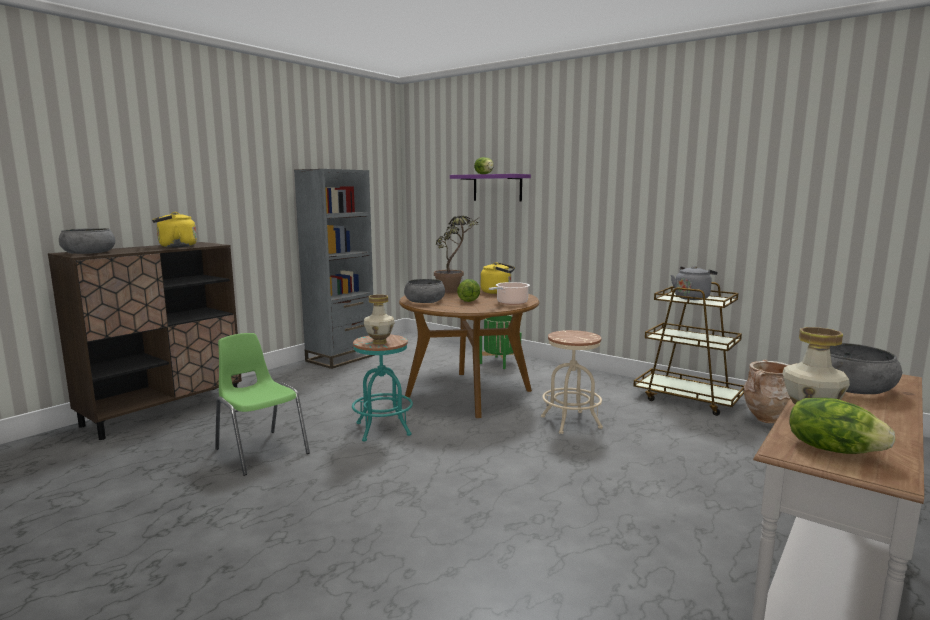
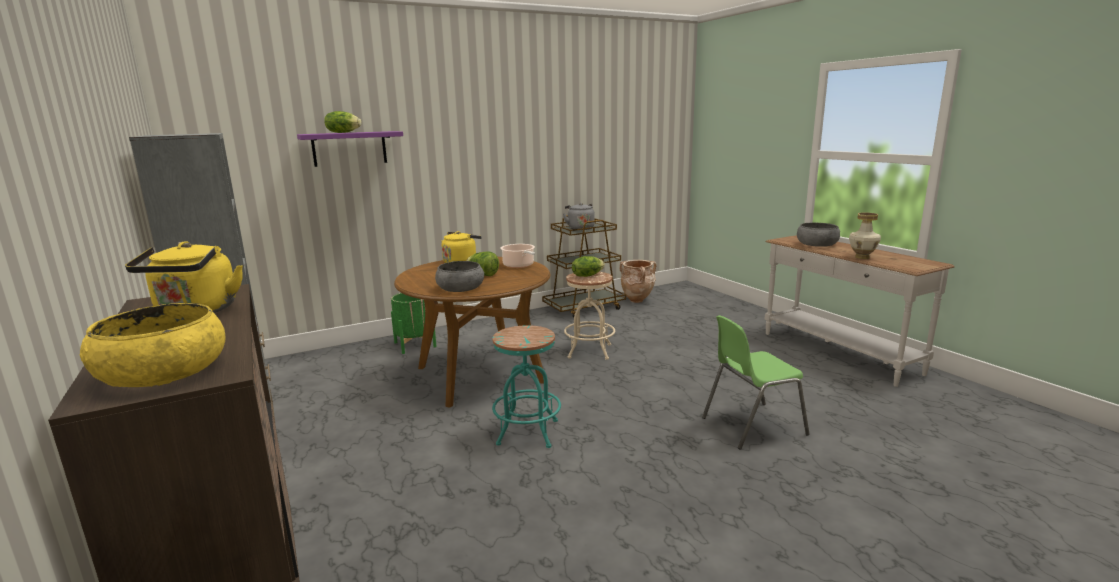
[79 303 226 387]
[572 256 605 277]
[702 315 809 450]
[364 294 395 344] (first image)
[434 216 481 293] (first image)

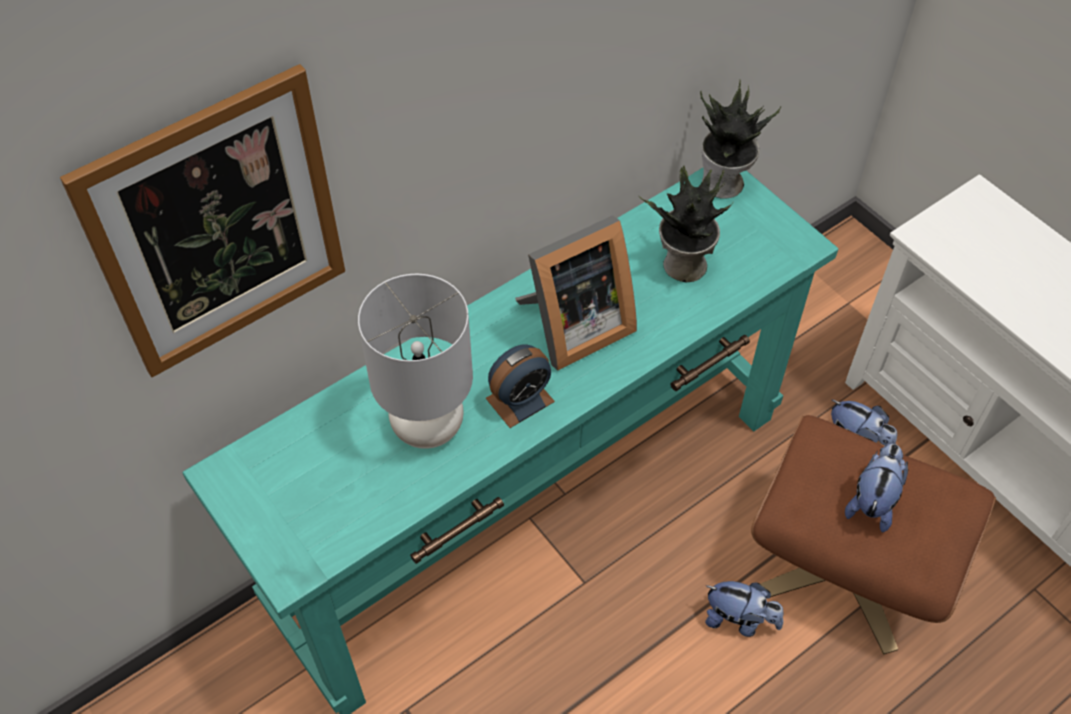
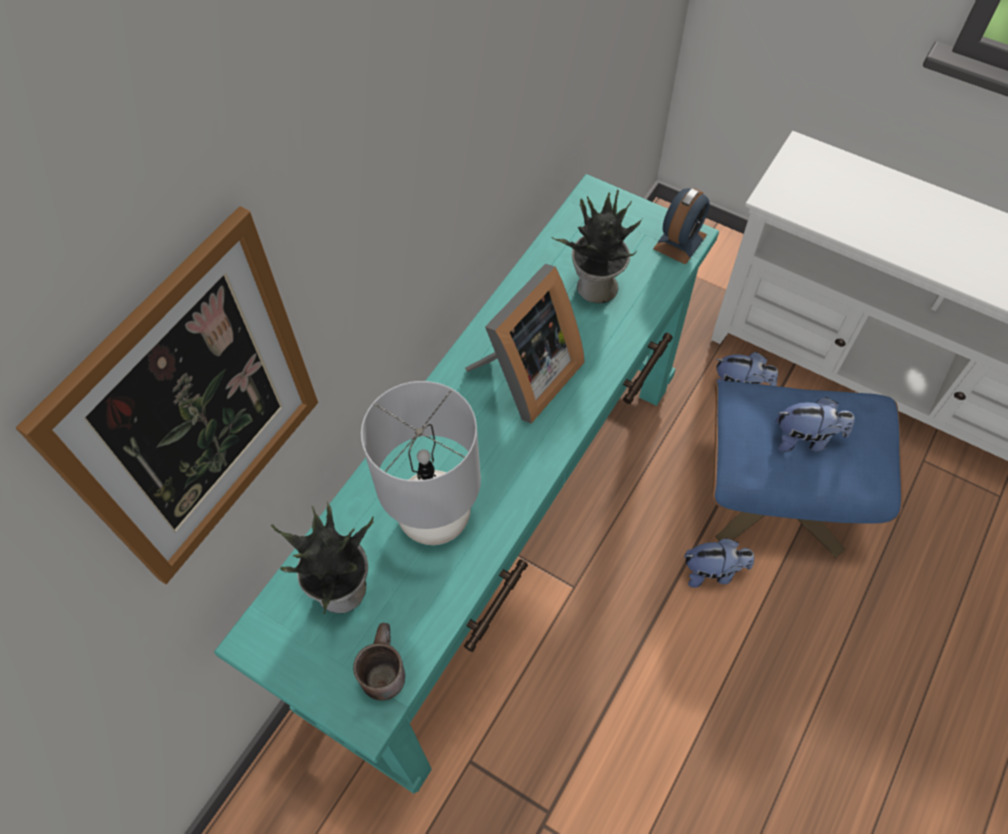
[271 500 374 614]
[353 623 405 701]
[653 188 710 265]
[712 381 903 558]
[775 397 855 452]

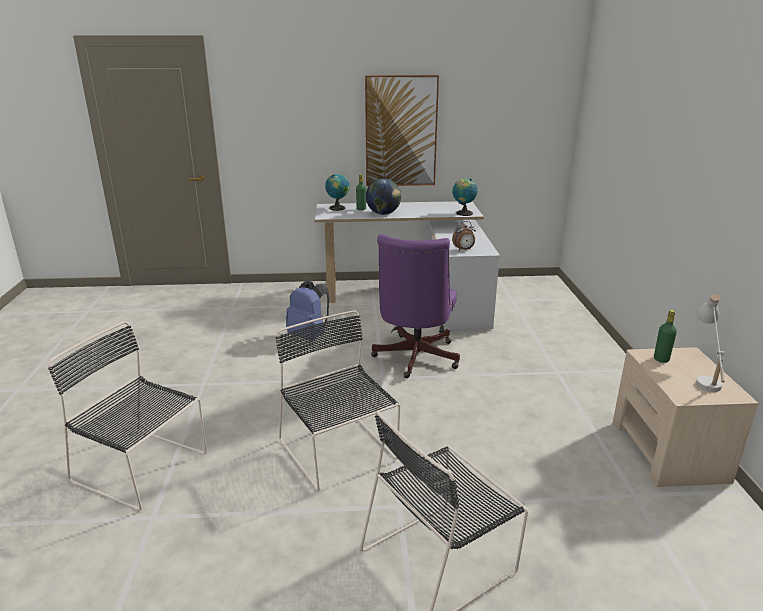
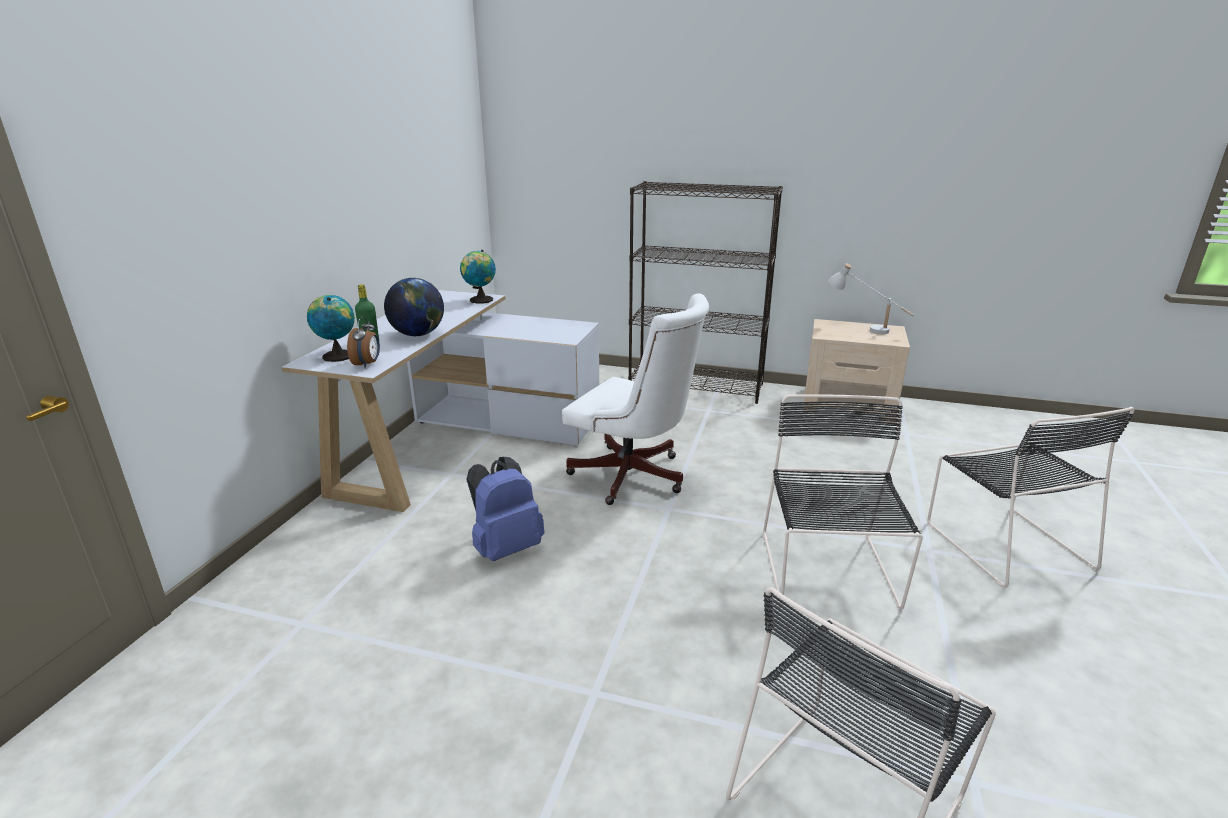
[347 316 380 368]
[562 293 709 505]
[628 181 783 404]
[763 394 923 610]
[365 75 439 186] (first image)
[654 310 677 363] (first image)

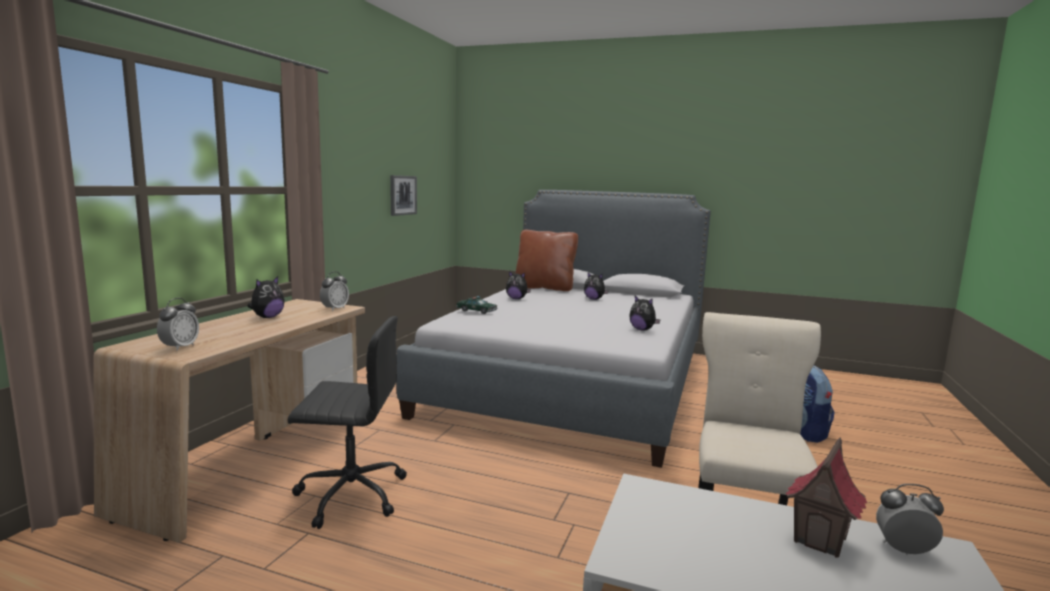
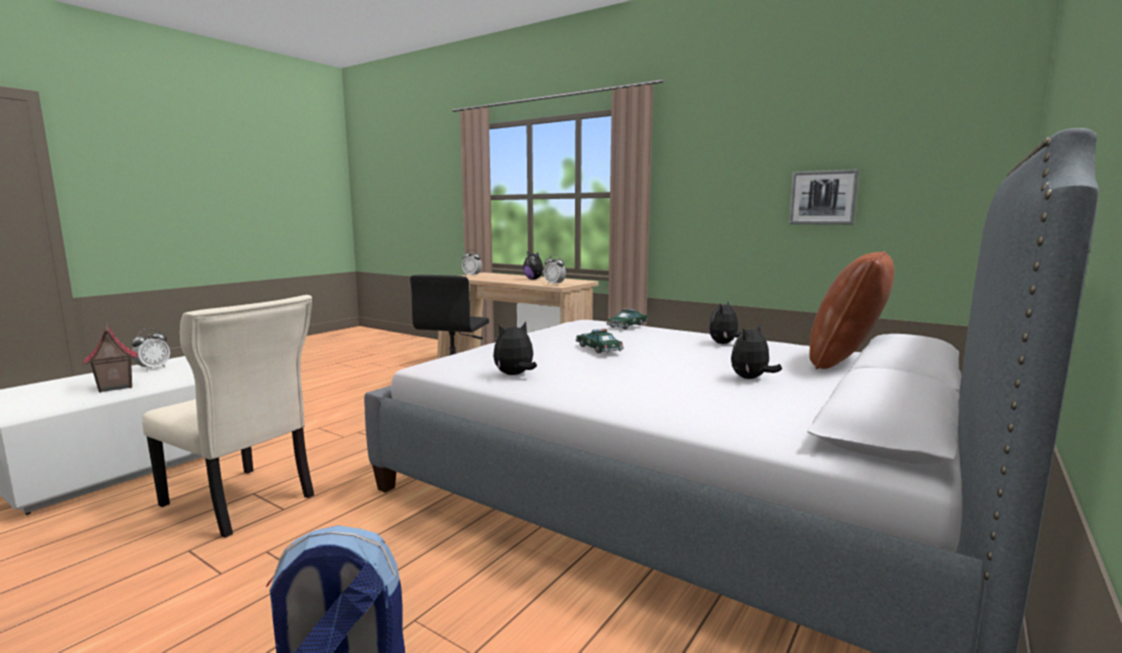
[132 328 170 371]
[575 329 624 353]

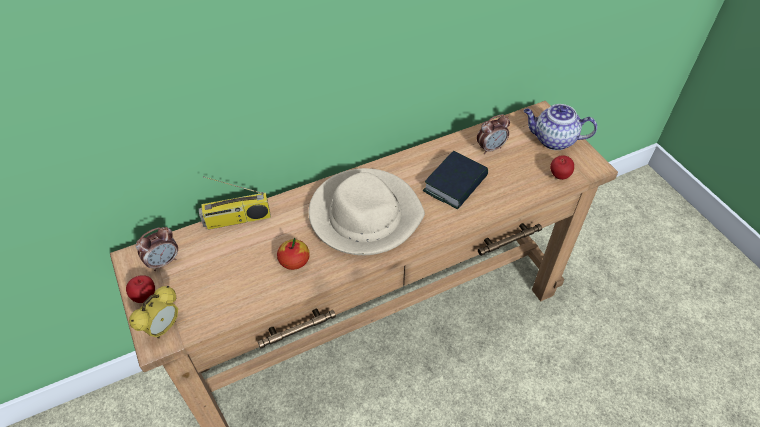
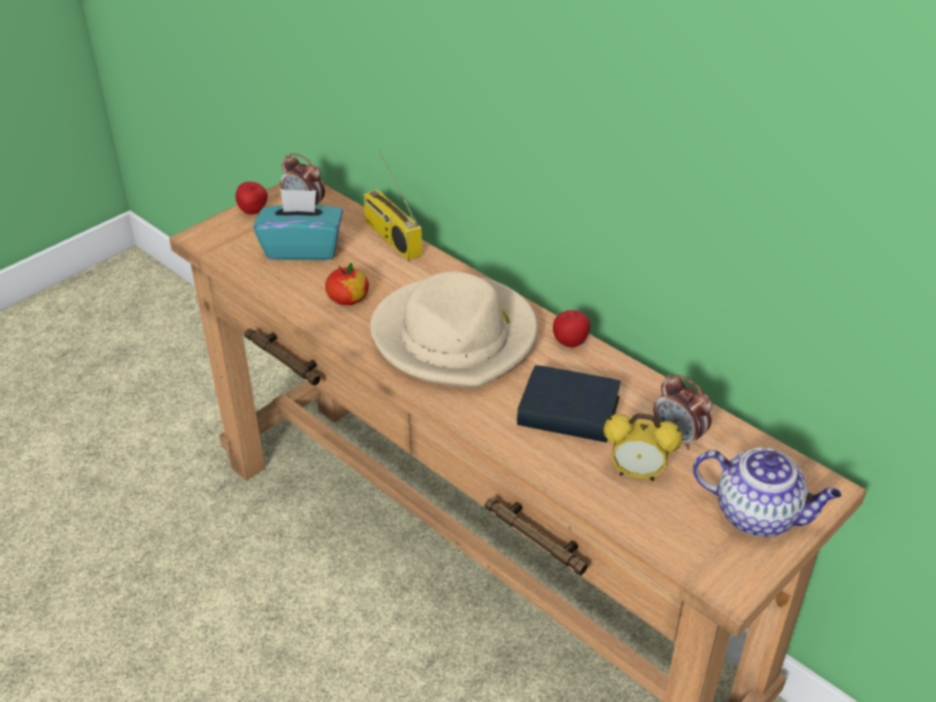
[253 189 343 260]
[553 310 590 348]
[604 414 682 481]
[693 448 841 537]

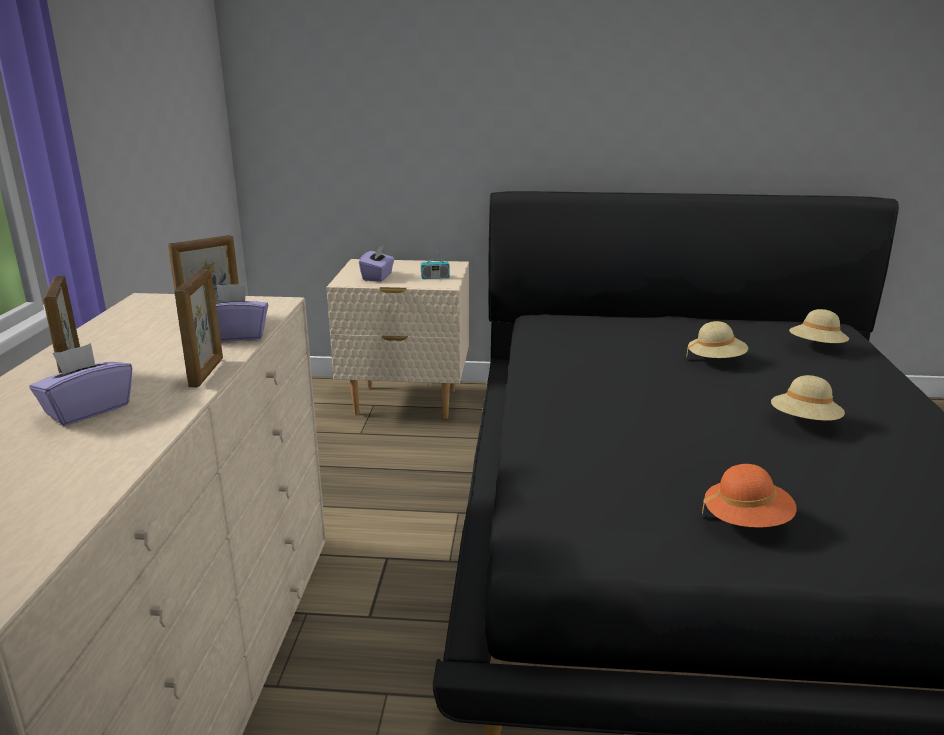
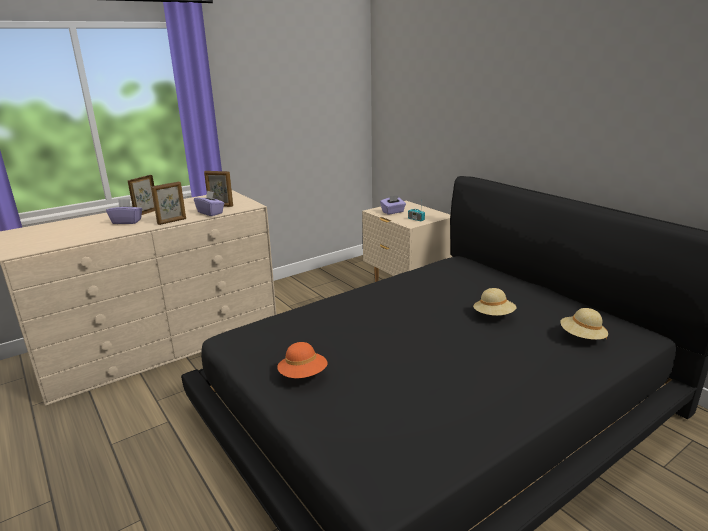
[771 375 845 421] (first image)

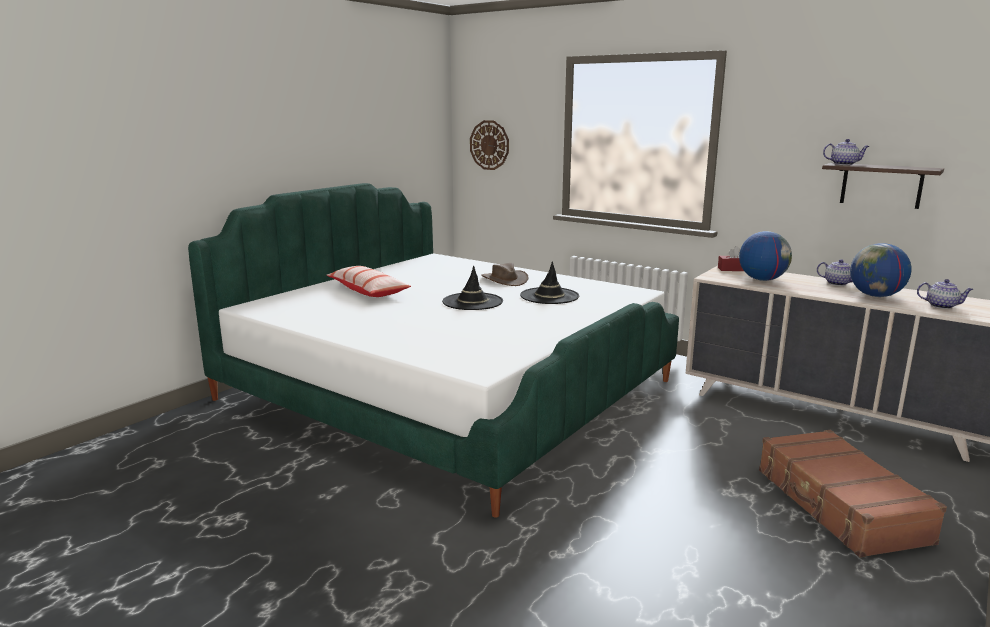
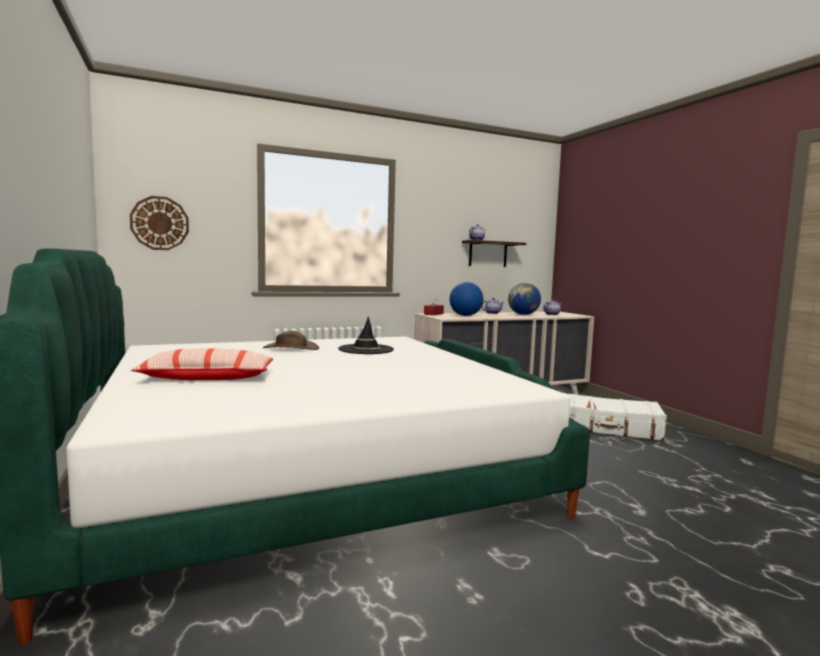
[565 393 667 441]
[442 265 503 310] (first image)

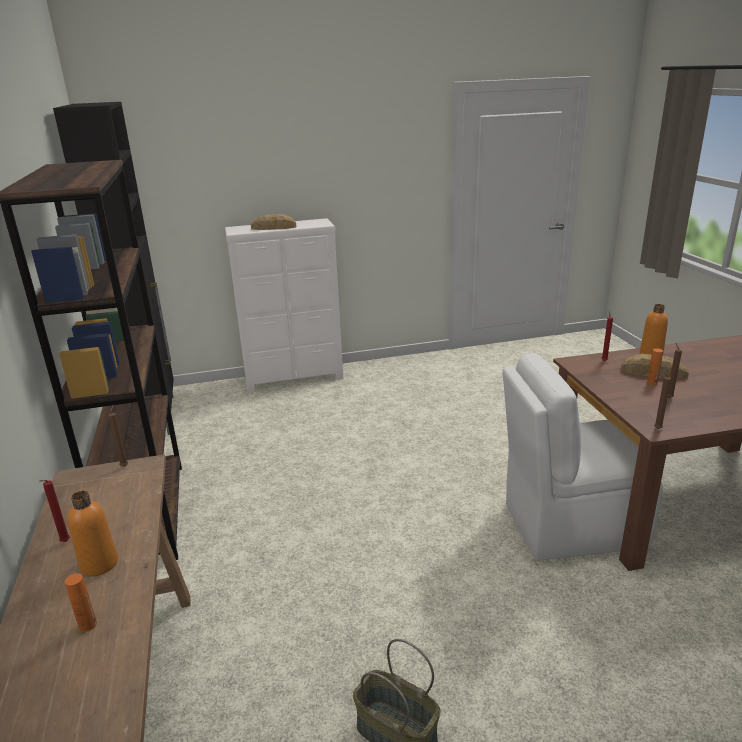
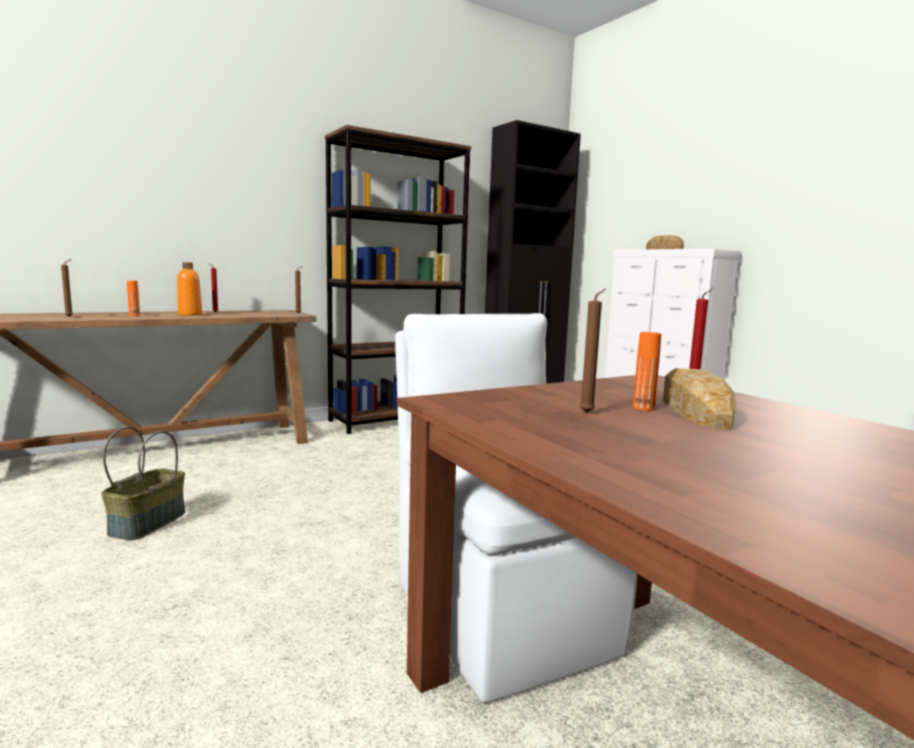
[61 259 73 317]
[640 304 668 355] (first image)

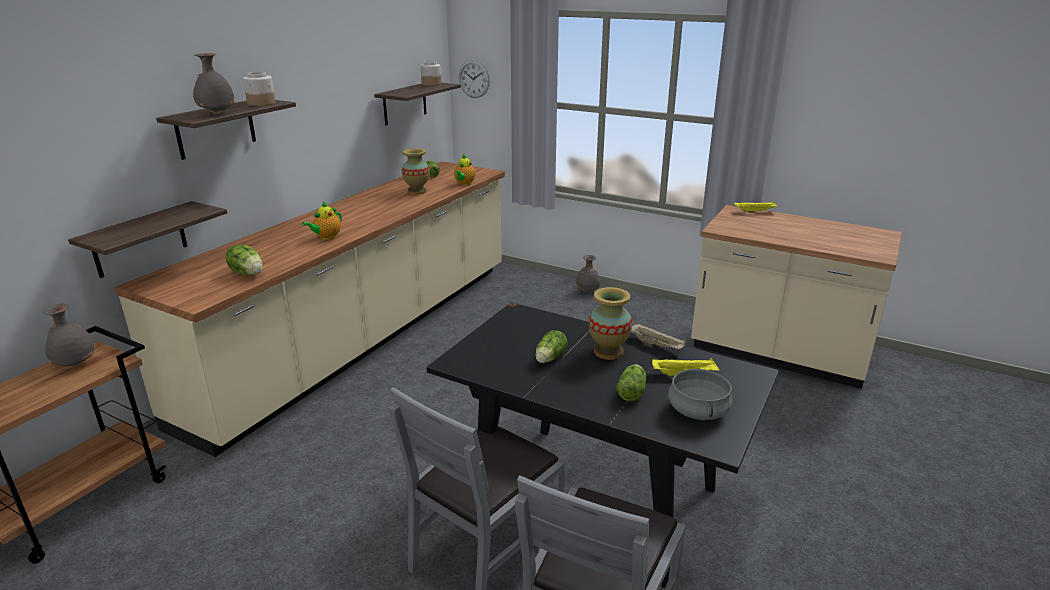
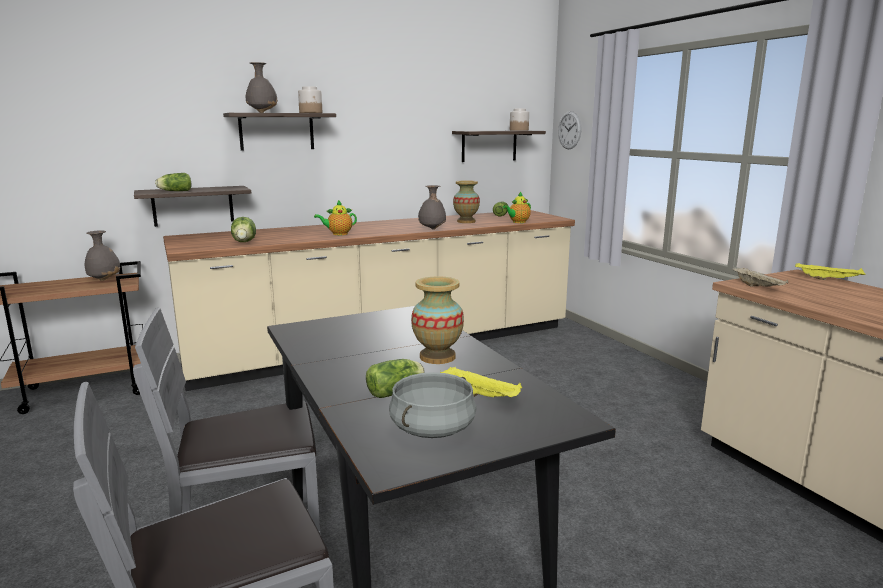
[155 173 191 191]
[418 185 446 229]
[732 267 788 287]

